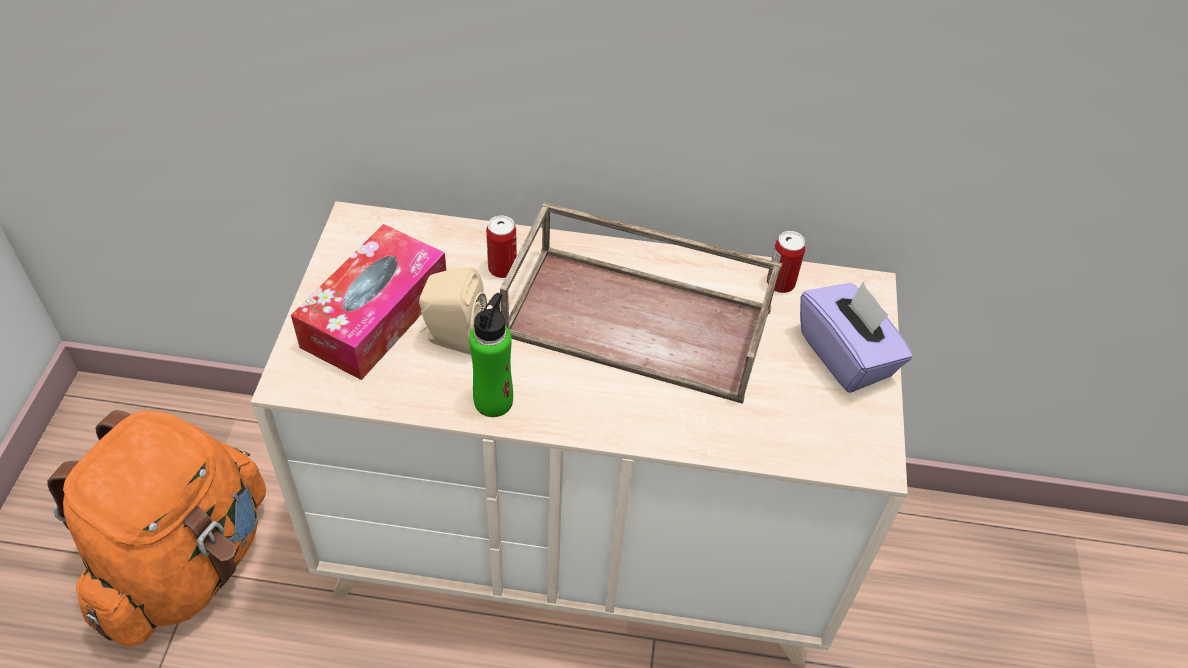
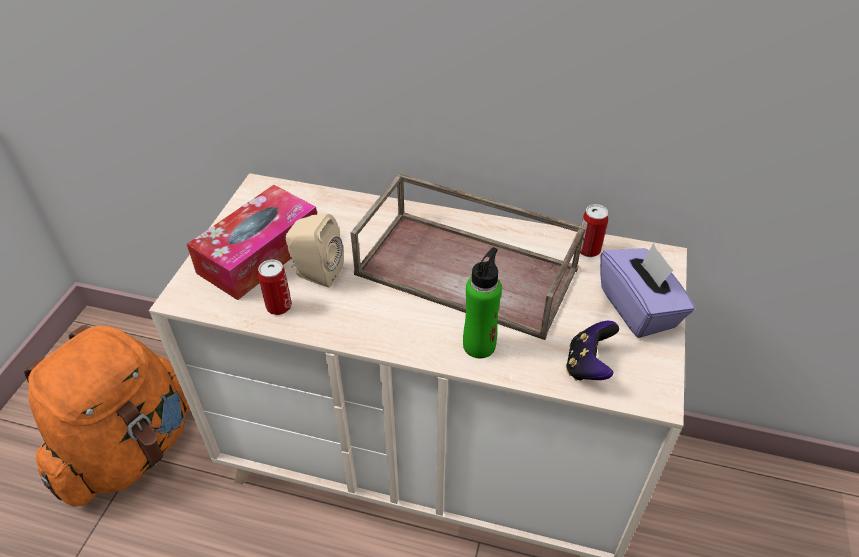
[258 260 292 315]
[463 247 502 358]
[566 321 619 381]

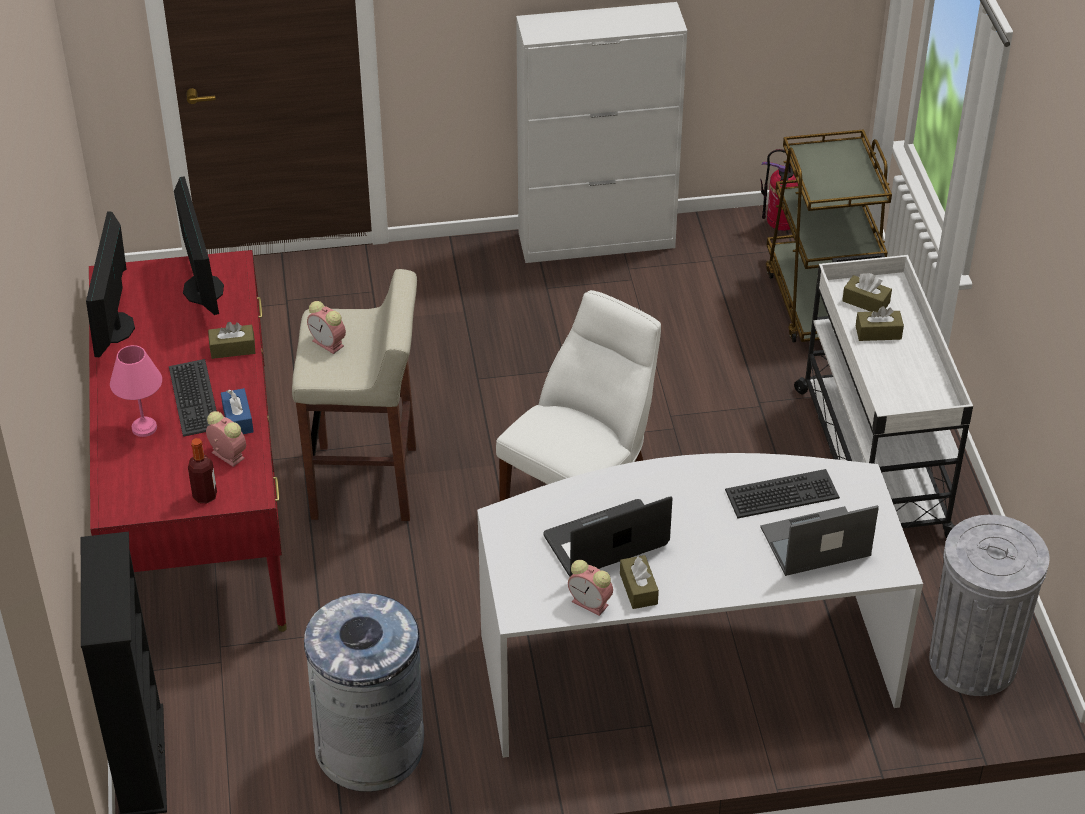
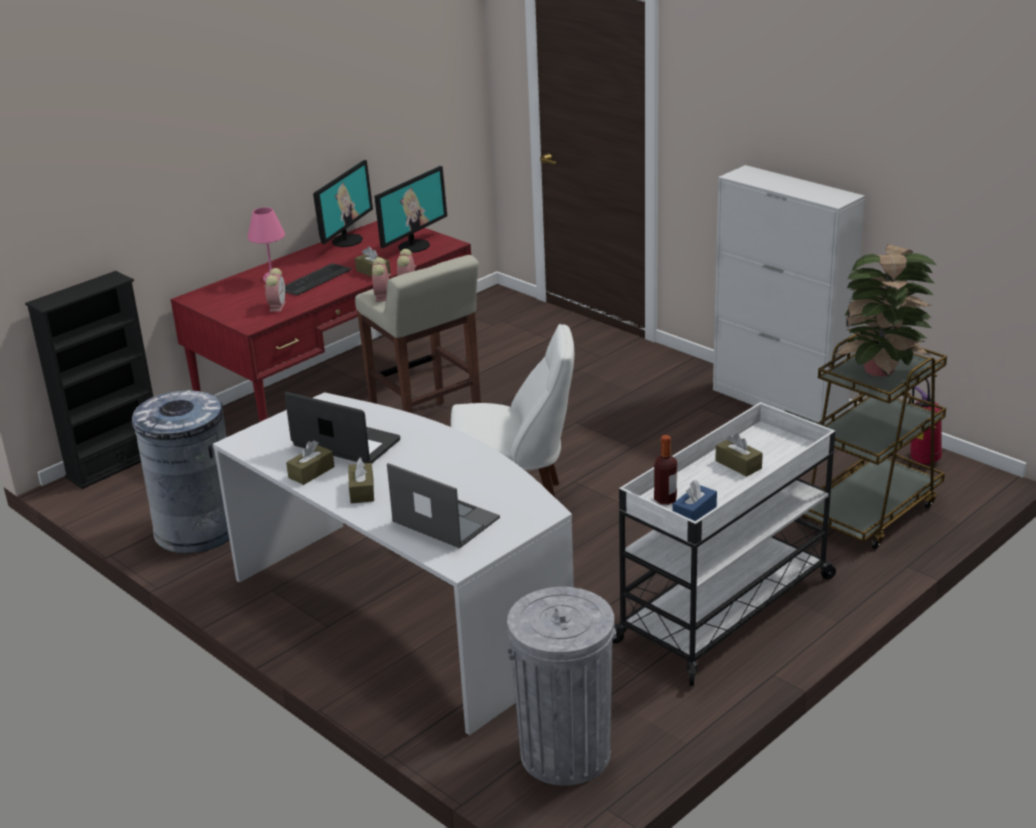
[313 160 373 247]
[348 457 374 504]
[372 257 391 302]
[654 435 677 505]
[672 480 717 521]
[833 244 936 376]
[725 469 840 519] (first image)

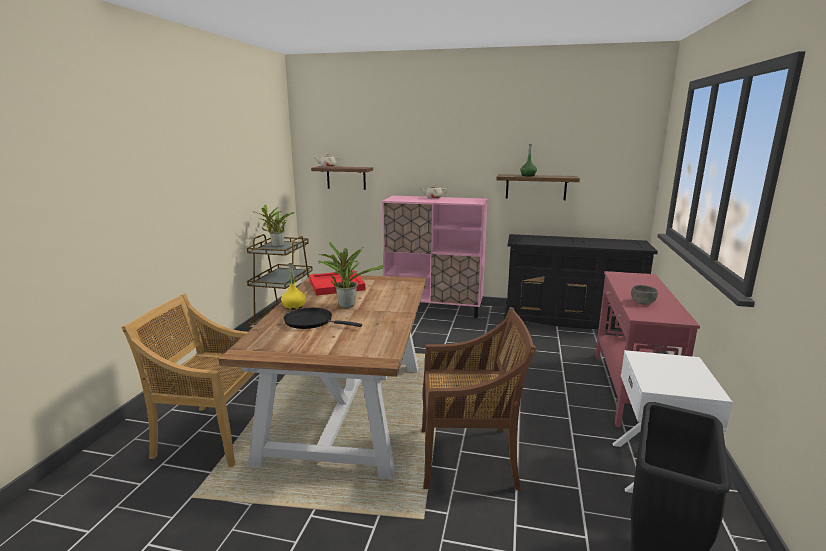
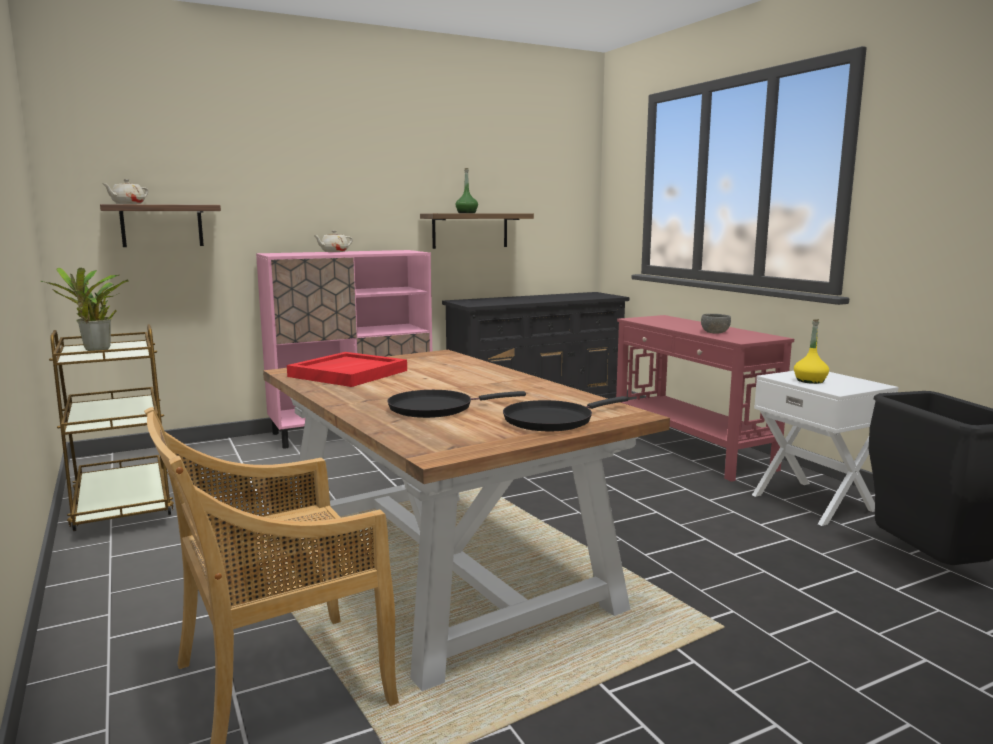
[503 396 628 431]
[794 319 829 384]
[318 242 383 308] (first image)
[422 307 536 490] (first image)

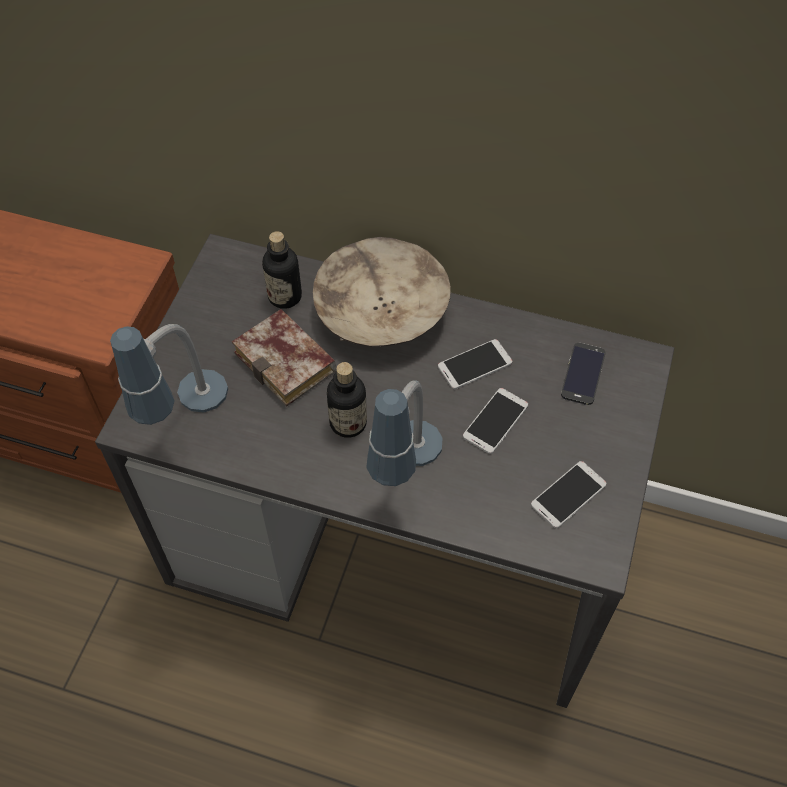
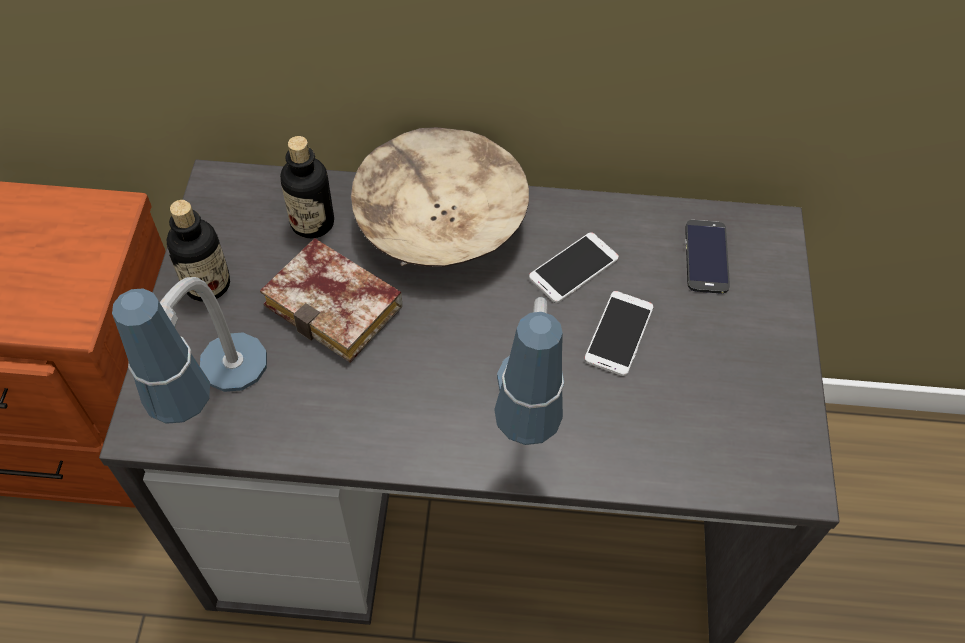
[167 200 230 302]
[531 461 607 528] (first image)

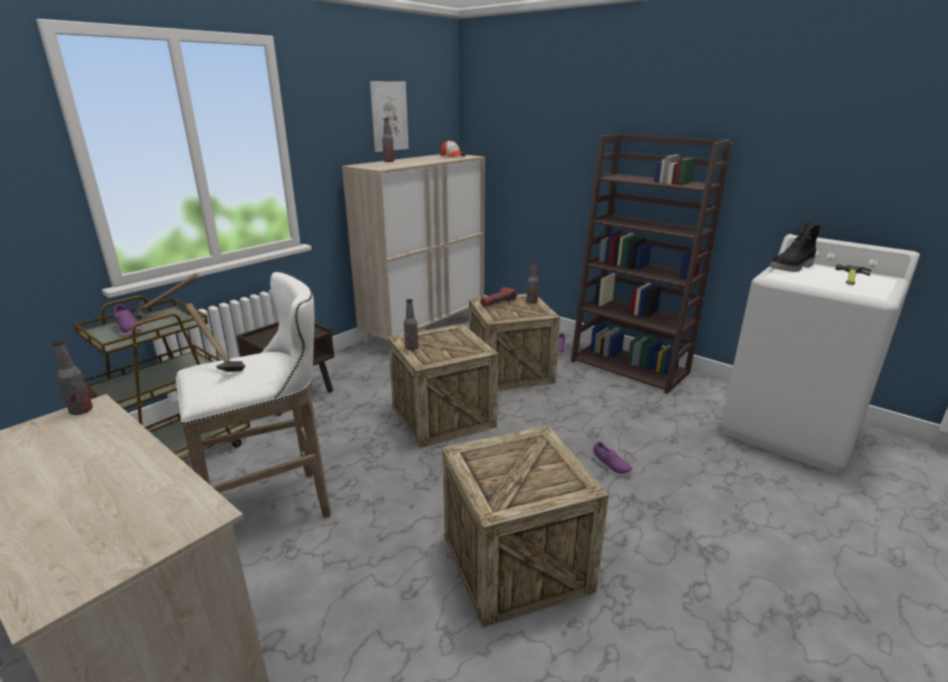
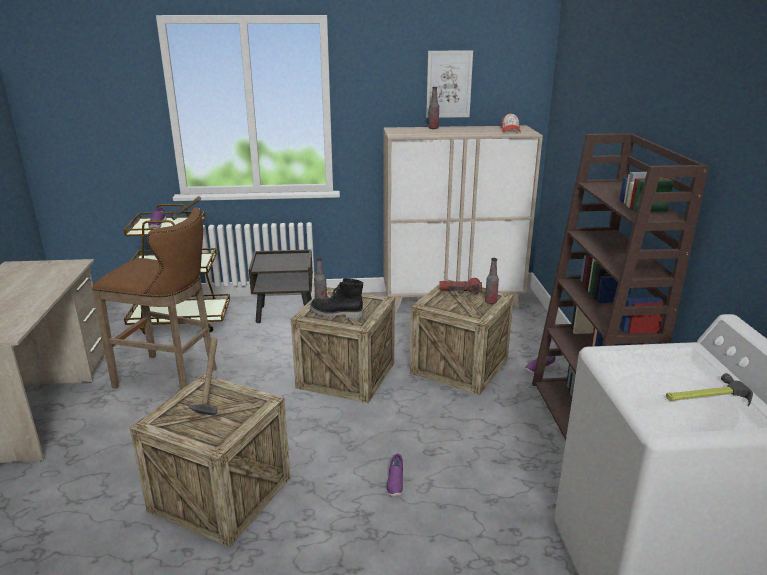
[92 207 217 390]
[189 338 218 416]
[310 278 363 320]
[52 340 93 415] (first image)

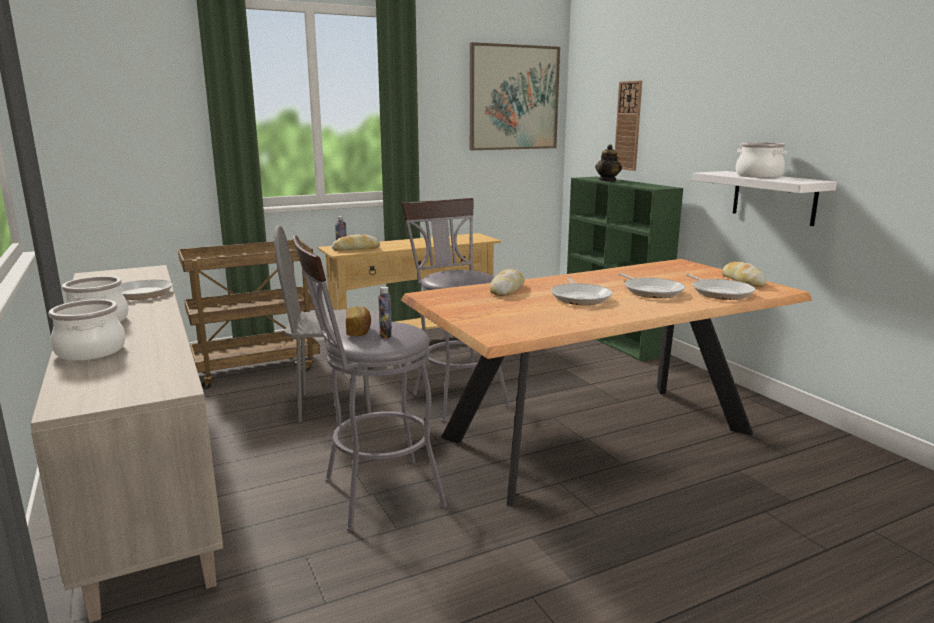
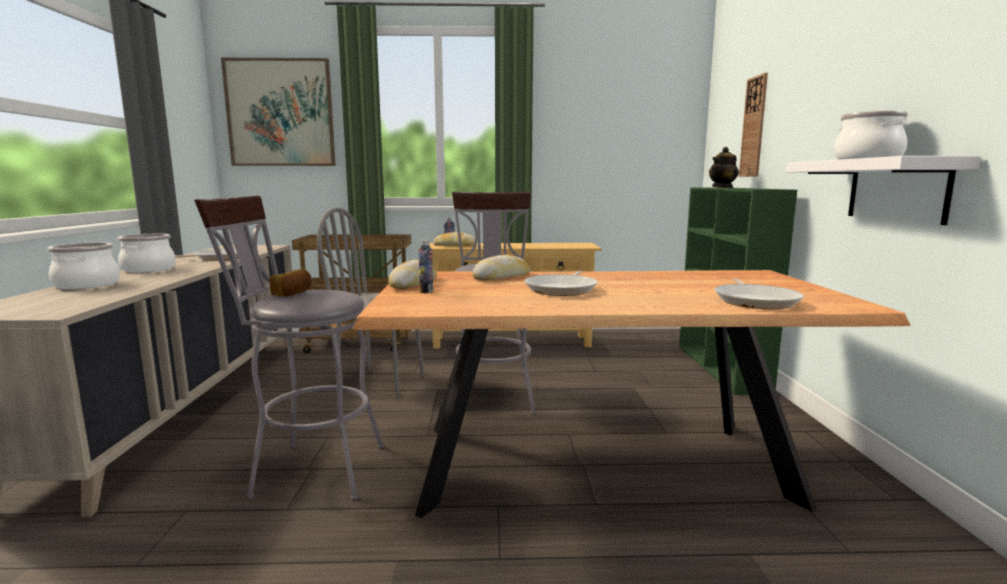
[221 58 336 166]
[388 260 437 289]
[418 240 433 293]
[618 273 685 298] (first image)

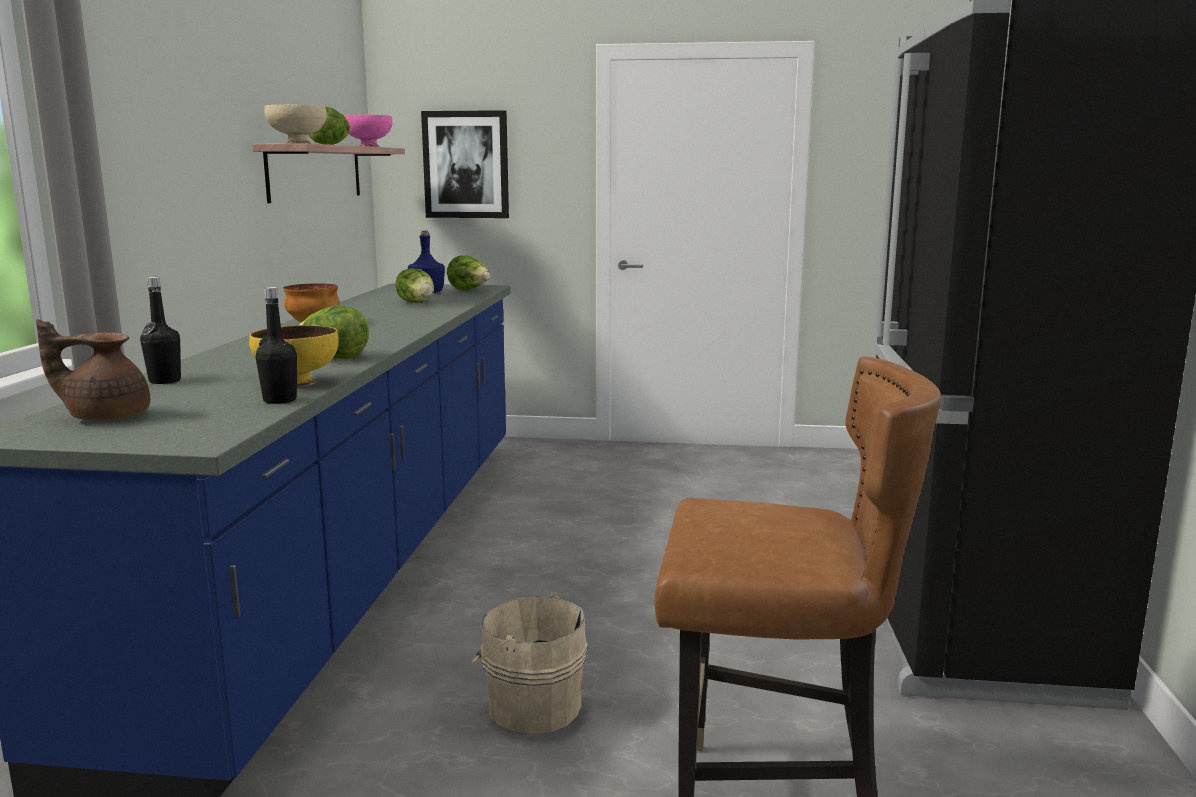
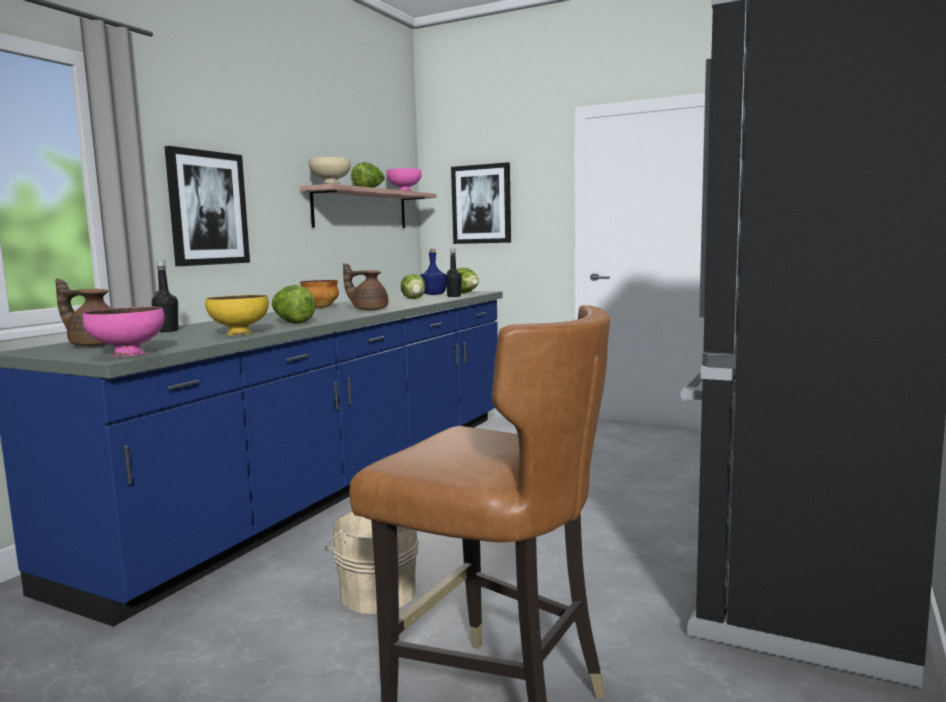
[83 307 164 357]
[164 146 250 266]
[343 263 388 310]
[445 249 462 297]

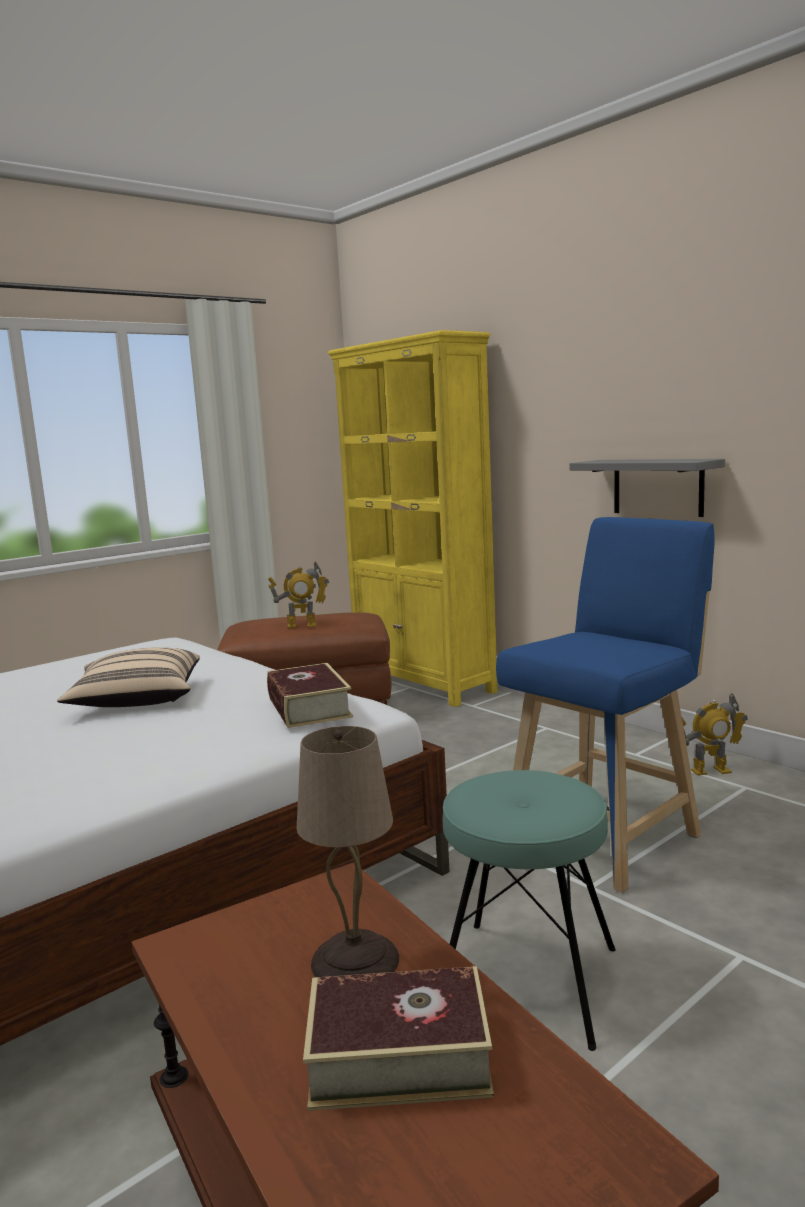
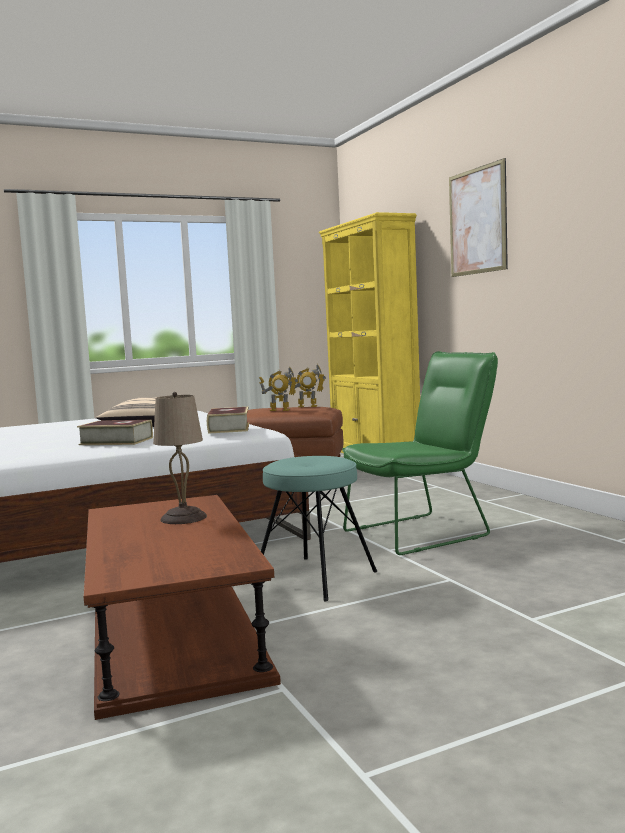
[77 420 153 445]
[288 364 326 407]
[342 351 498 555]
[449 158 508 277]
[570 459 725 517] (first image)

